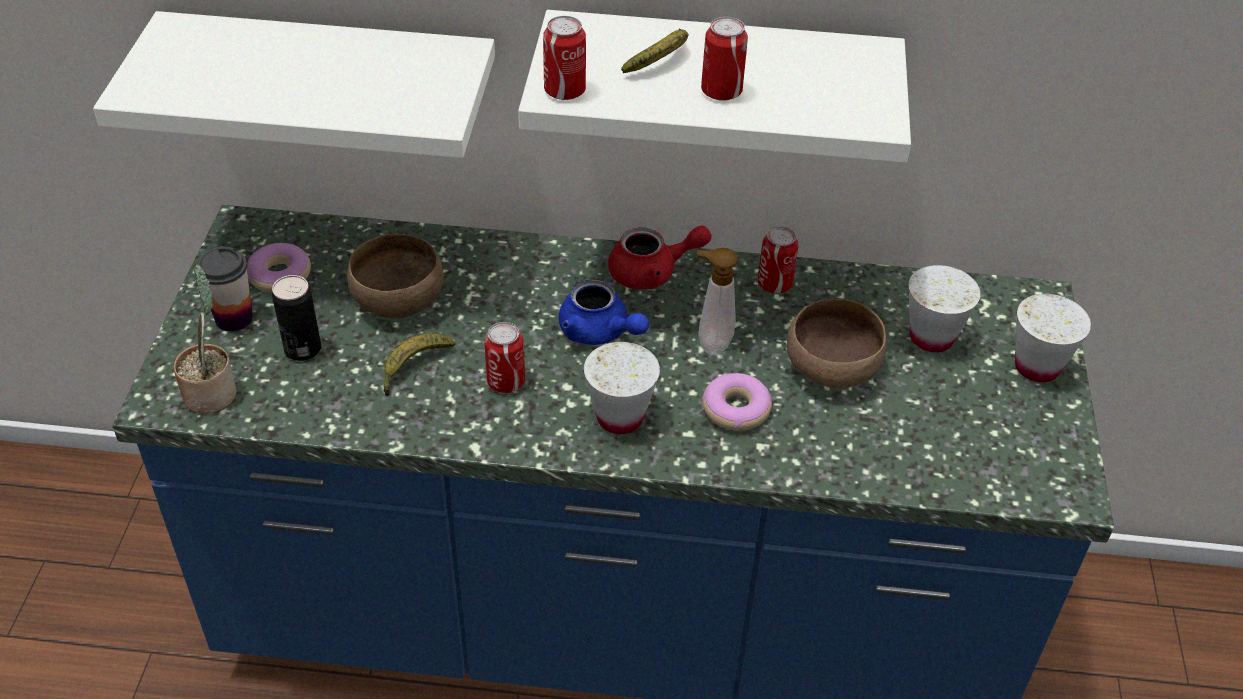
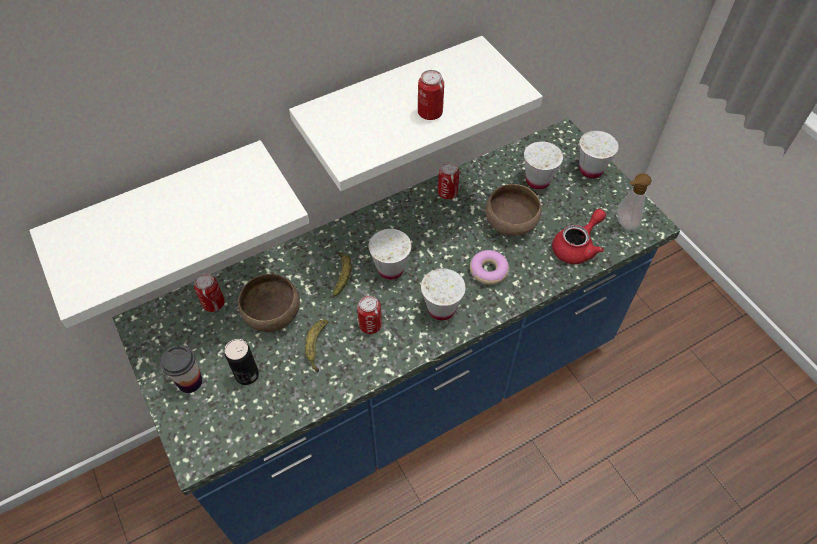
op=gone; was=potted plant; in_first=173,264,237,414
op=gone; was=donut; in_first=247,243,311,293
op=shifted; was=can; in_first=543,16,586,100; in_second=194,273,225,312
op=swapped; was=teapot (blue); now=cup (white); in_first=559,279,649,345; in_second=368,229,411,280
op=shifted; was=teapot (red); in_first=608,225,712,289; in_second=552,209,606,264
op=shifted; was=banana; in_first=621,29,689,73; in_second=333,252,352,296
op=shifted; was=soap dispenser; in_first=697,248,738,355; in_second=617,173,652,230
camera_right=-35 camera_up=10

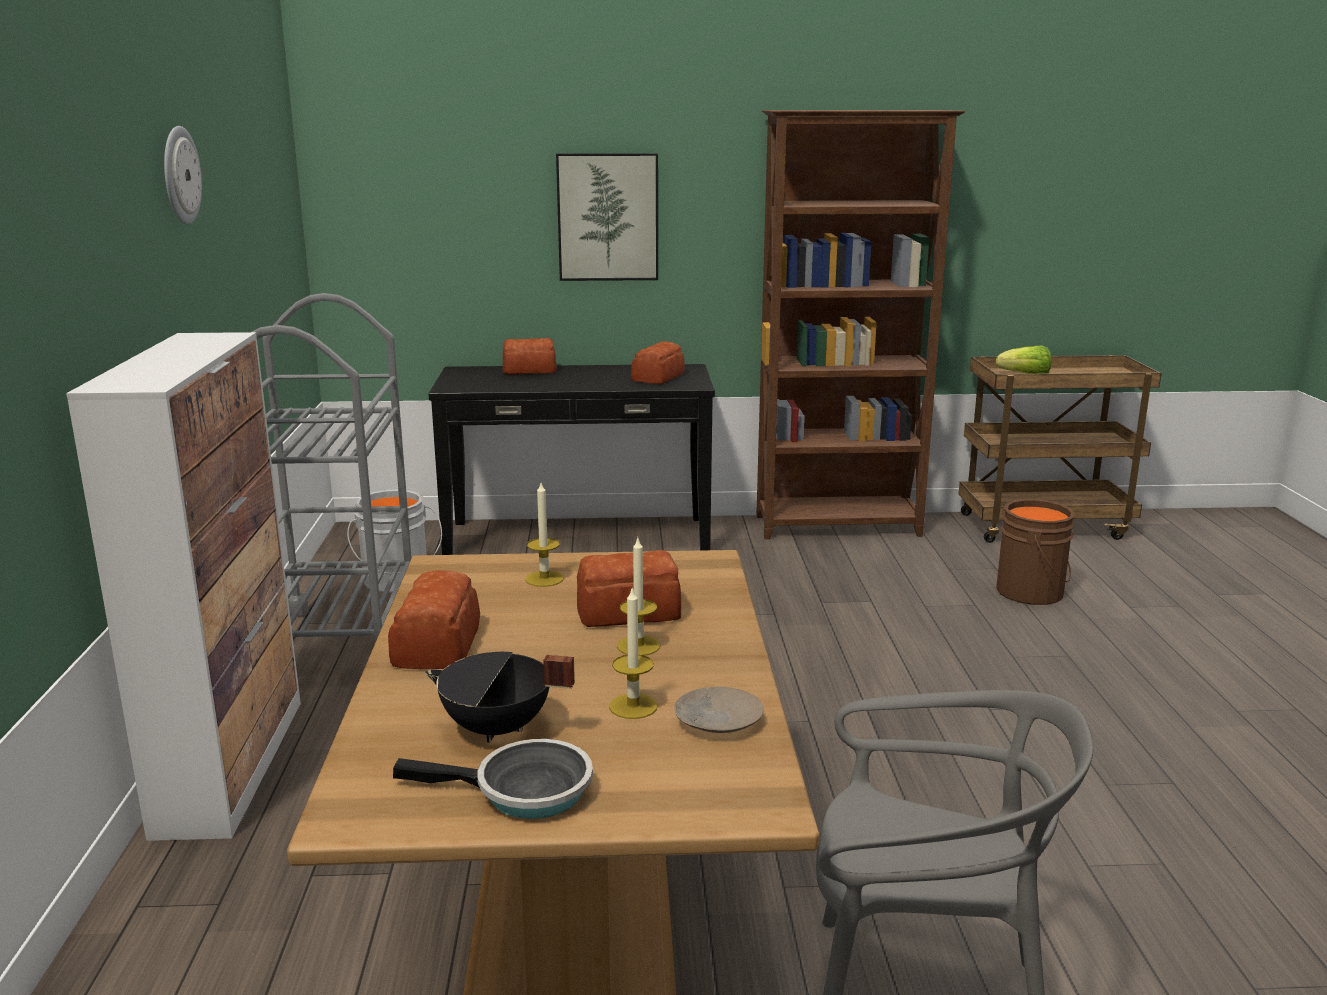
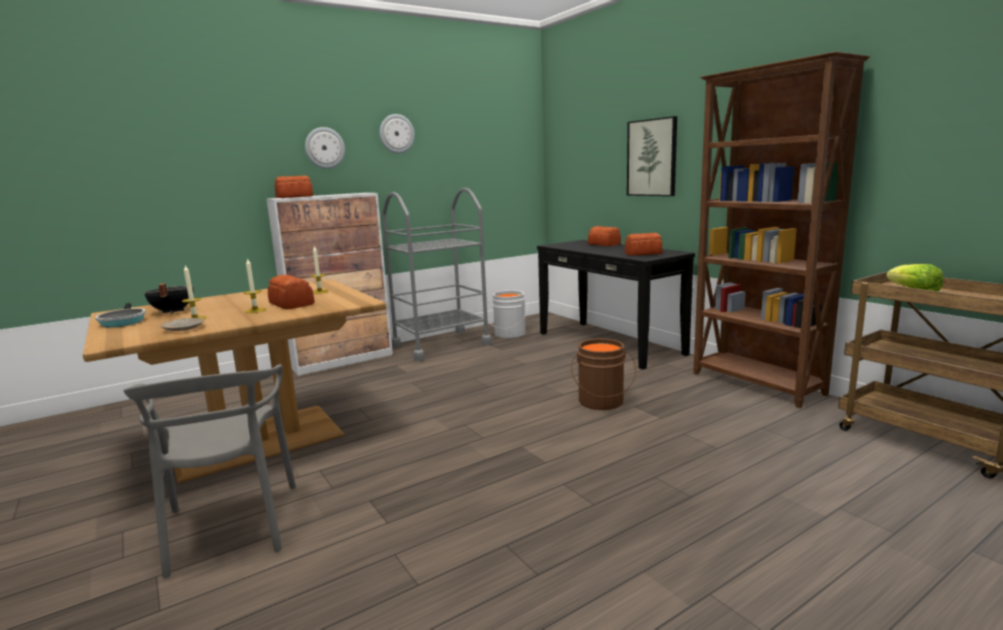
op=shifted; was=bread; in_first=388,570,480,669; in_second=274,175,313,198
op=shifted; was=bucket (brown); in_first=996,499,1075,605; in_second=571,338,636,410
op=new; now=wall clock; in_second=305,127,345,169
camera_right=60 camera_up=-5

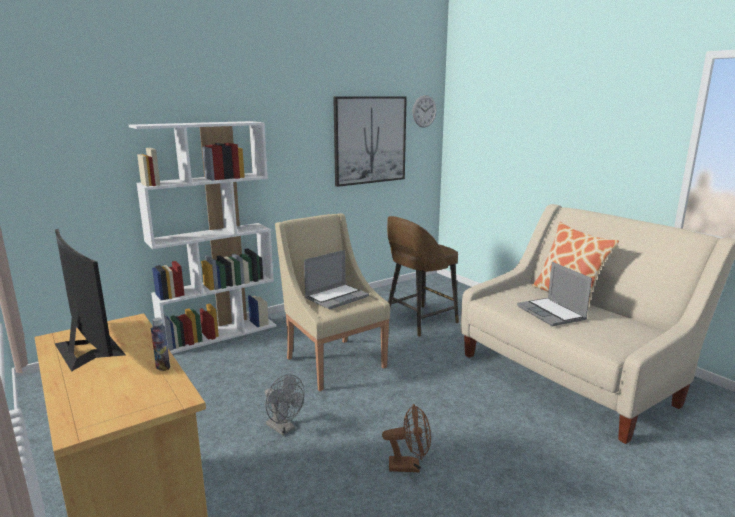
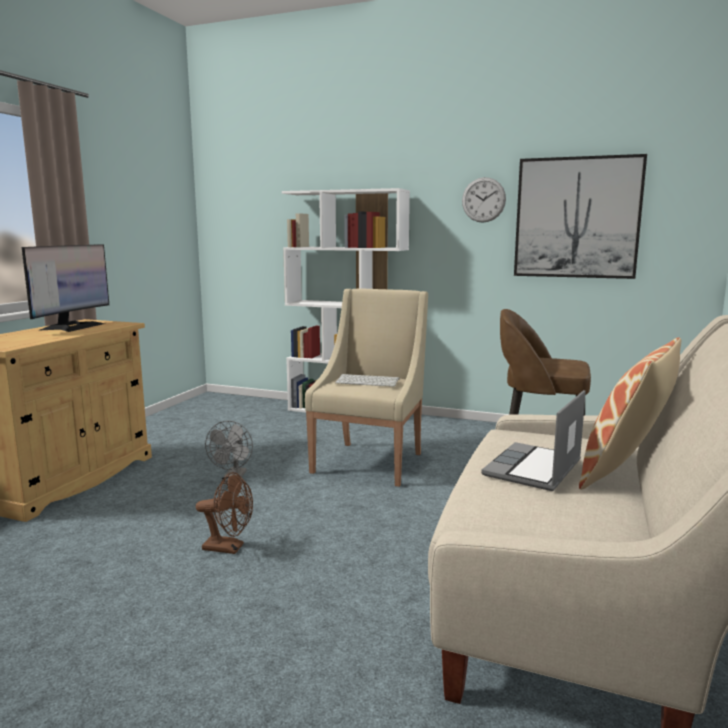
op=gone; was=bottle; in_first=151,318,170,371
op=swapped; was=laptop; now=keyboard; in_first=304,250,369,310; in_second=335,374,400,387
op=rotated; was=fan (brown); in_first=382,404,431,472; in_second=196,472,253,554; clockwise=-45
op=shifted; was=wall clock; in_first=413,95,437,128; in_second=462,177,506,223
camera_right=55 camera_up=-5

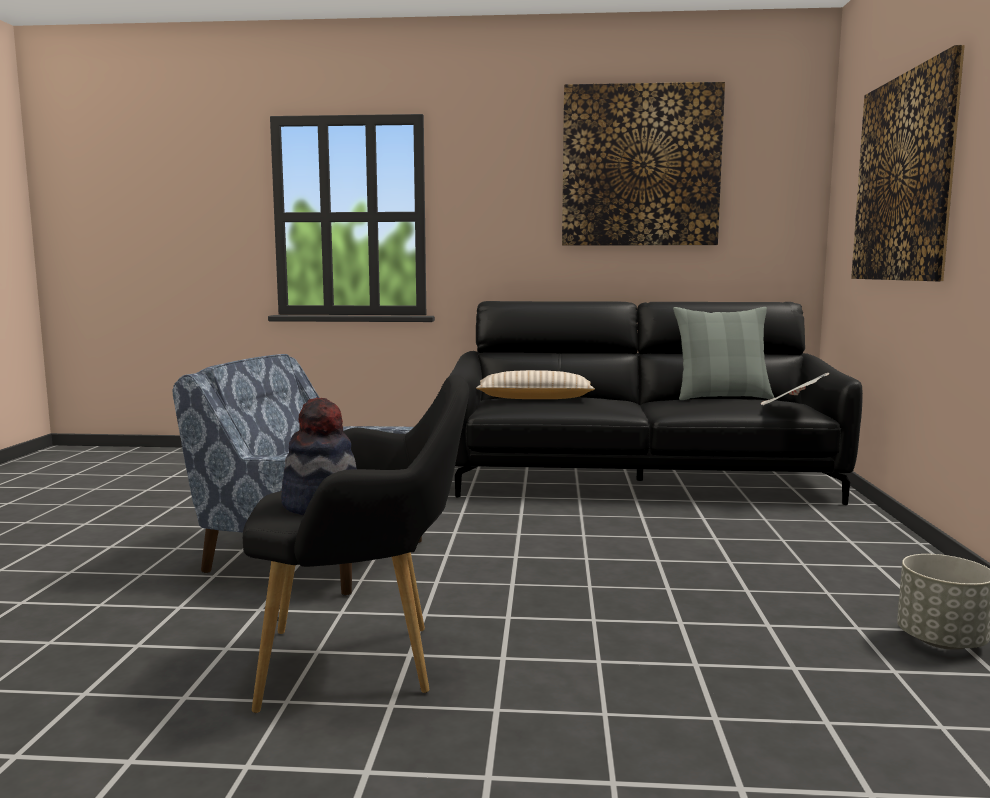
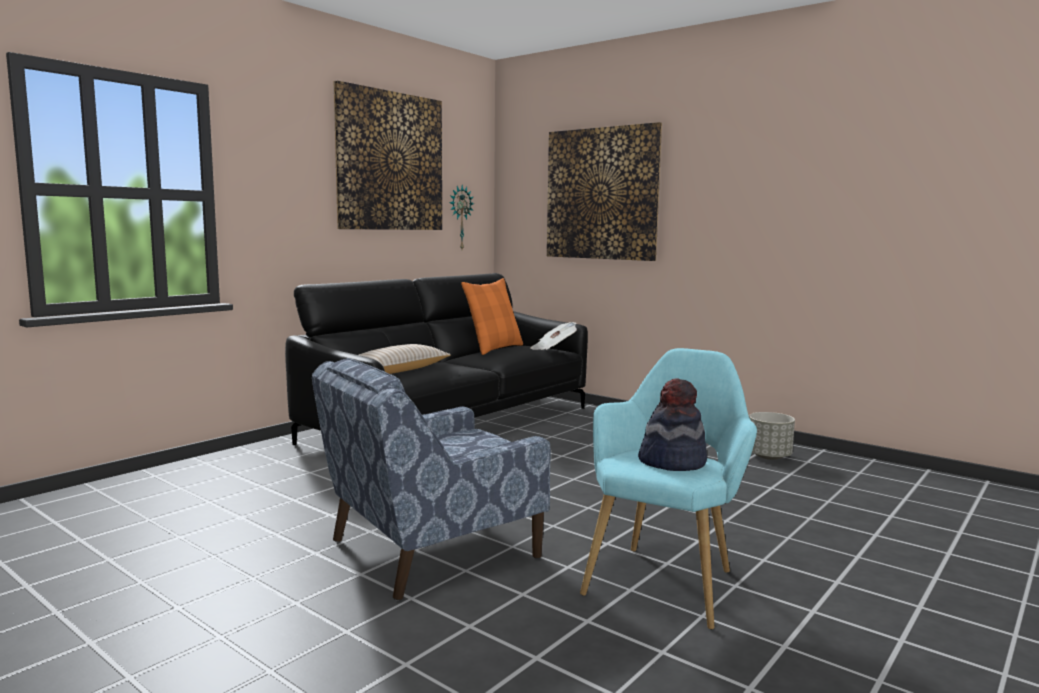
op=repainted; was=armchair (black); now=armchair (turquoise); in_first=243,374,469,713; in_second=580,348,757,630
op=repainted; was=pillow (grey); now=pillow (orange); in_first=673,307,774,400; in_second=461,278,523,355
op=new; now=wall clock; in_second=449,185,474,249
camera_right=-55 camera_up=0

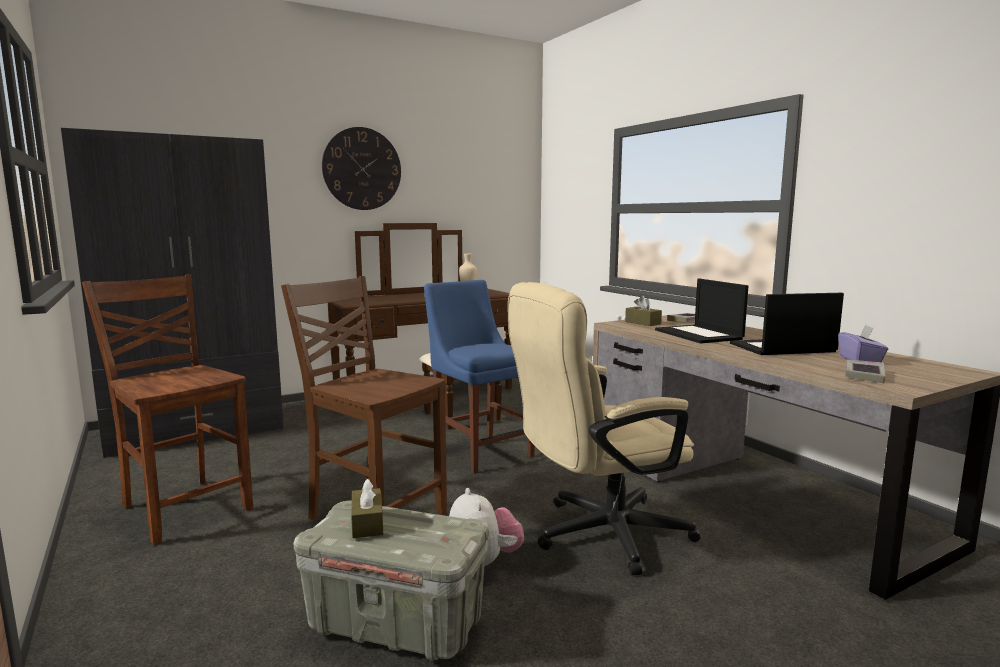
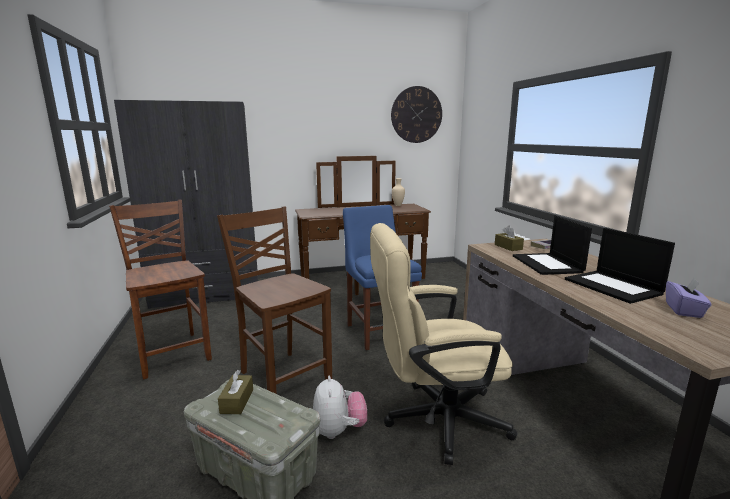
op=shifted; was=wall clock; in_first=322,127,401,210; in_second=391,86,442,143
op=rotated; was=laptop; in_first=730,293,844,355; in_second=565,228,675,304; clockwise=-120
op=gone; was=book; in_first=845,360,886,383
camera_right=15 camera_up=5

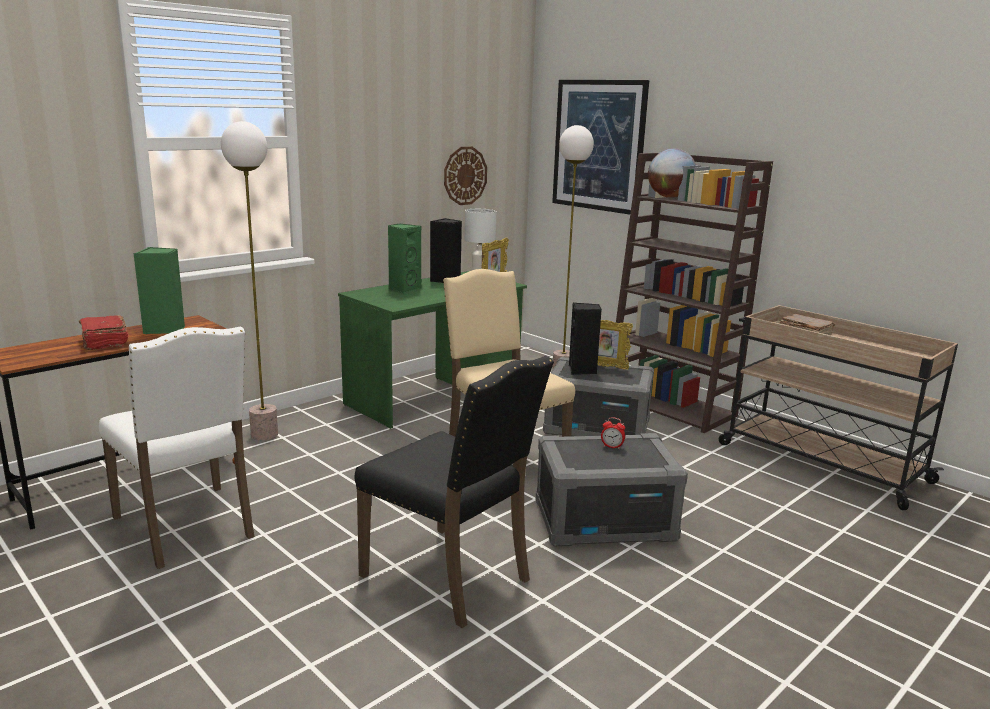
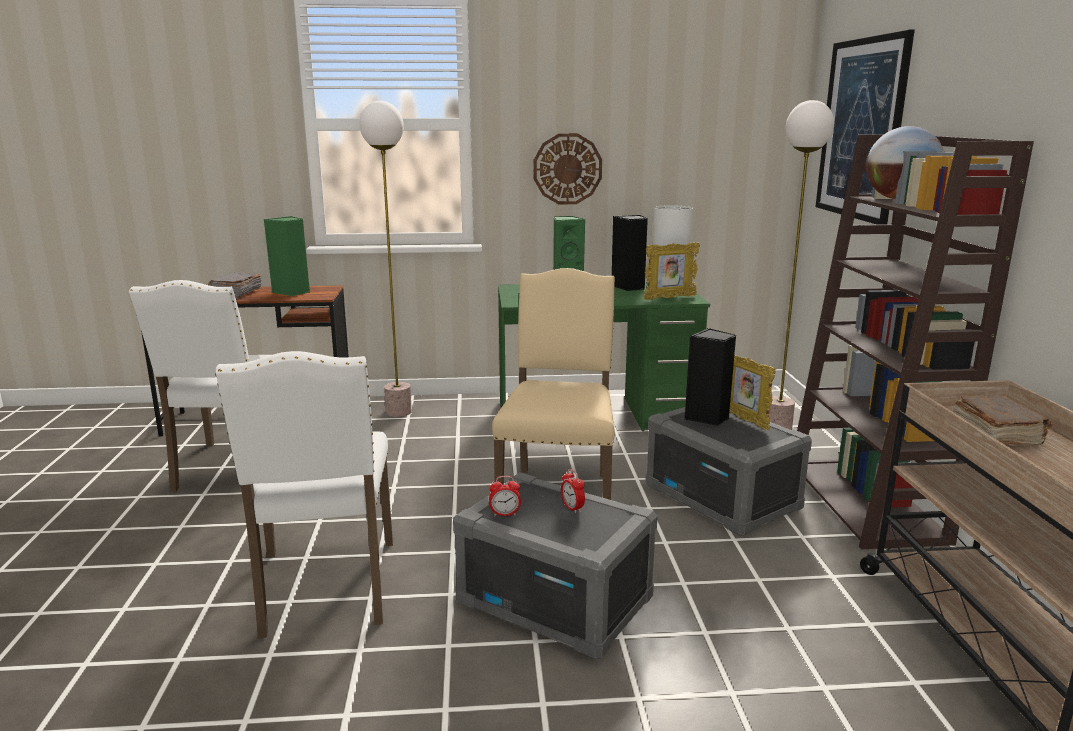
op=repainted; was=book (red); now=book (grey); in_first=79,315,128,350; in_second=208,272,261,299
op=repainted; was=chair (black); now=chair (white); in_first=355,356,554,628; in_second=215,351,393,638
op=shifted; was=wall clock; in_first=444,147,487,205; in_second=533,133,602,204
op=new; now=alarm clock; in_second=489,476,521,517
camera_right=40 camera_up=0

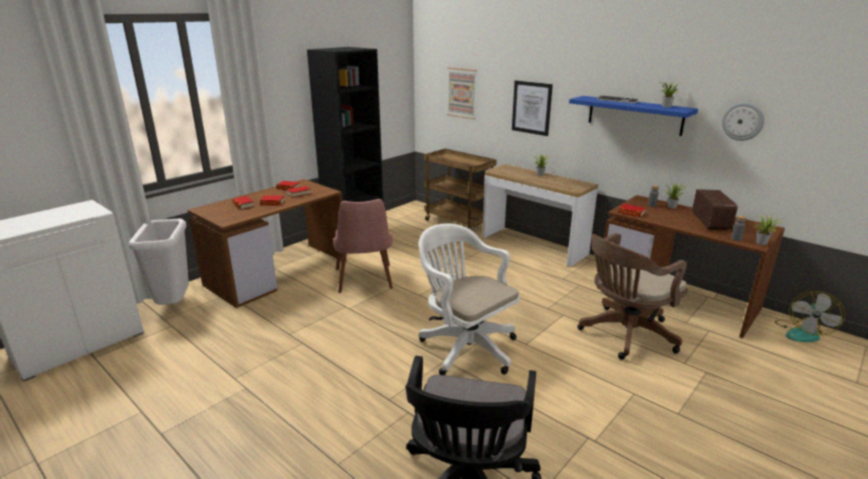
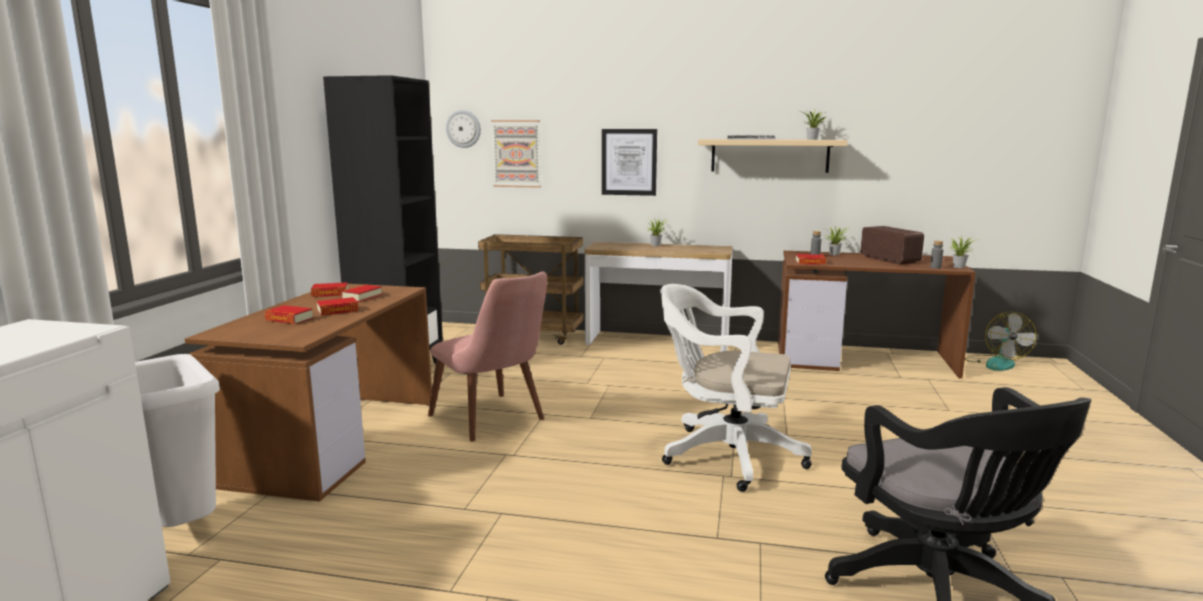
op=repainted; was=shelf (blue); now=shelf (beige); in_first=569,96,698,136; in_second=698,139,848,173
op=gone; was=office chair (brown); in_first=577,233,688,360
op=shifted; was=wall clock; in_first=722,102,764,141; in_second=446,110,481,148
camera_right=-30 camera_up=-10

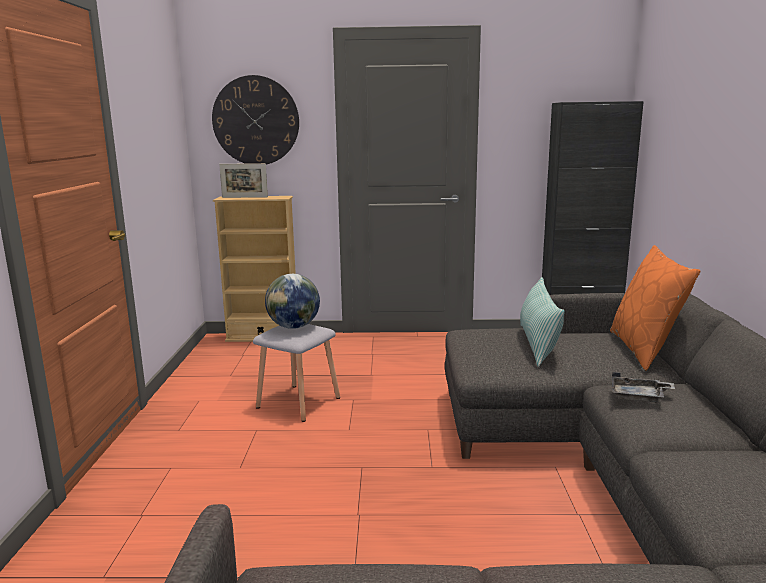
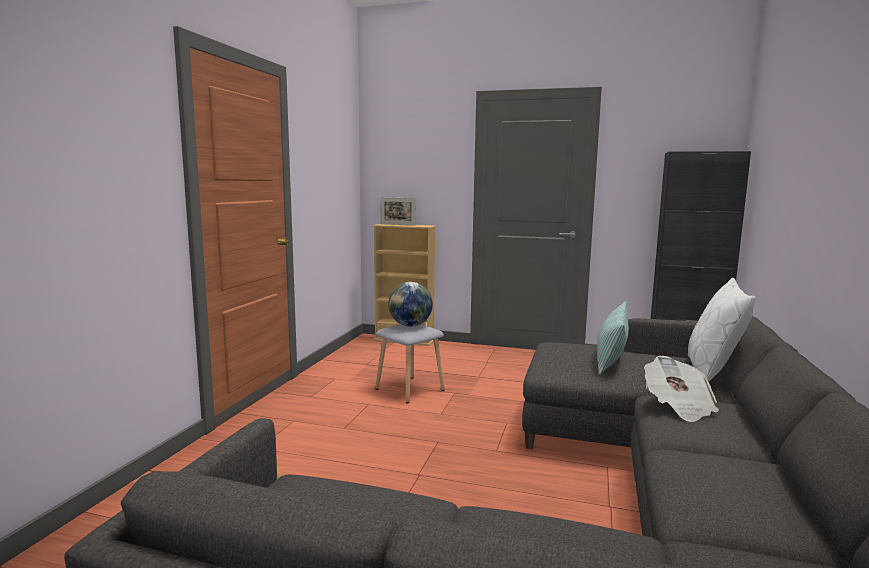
op=gone; was=wall clock; in_first=212,75,299,165
op=repainted; was=pillow (orange); now=pillow (white); in_first=610,245,701,371; in_second=688,278,756,382
op=swapped; was=tray (grey); now=newspaper; in_first=612,372,675,403; in_second=644,356,719,422
camera_right=15 camera_up=-5

